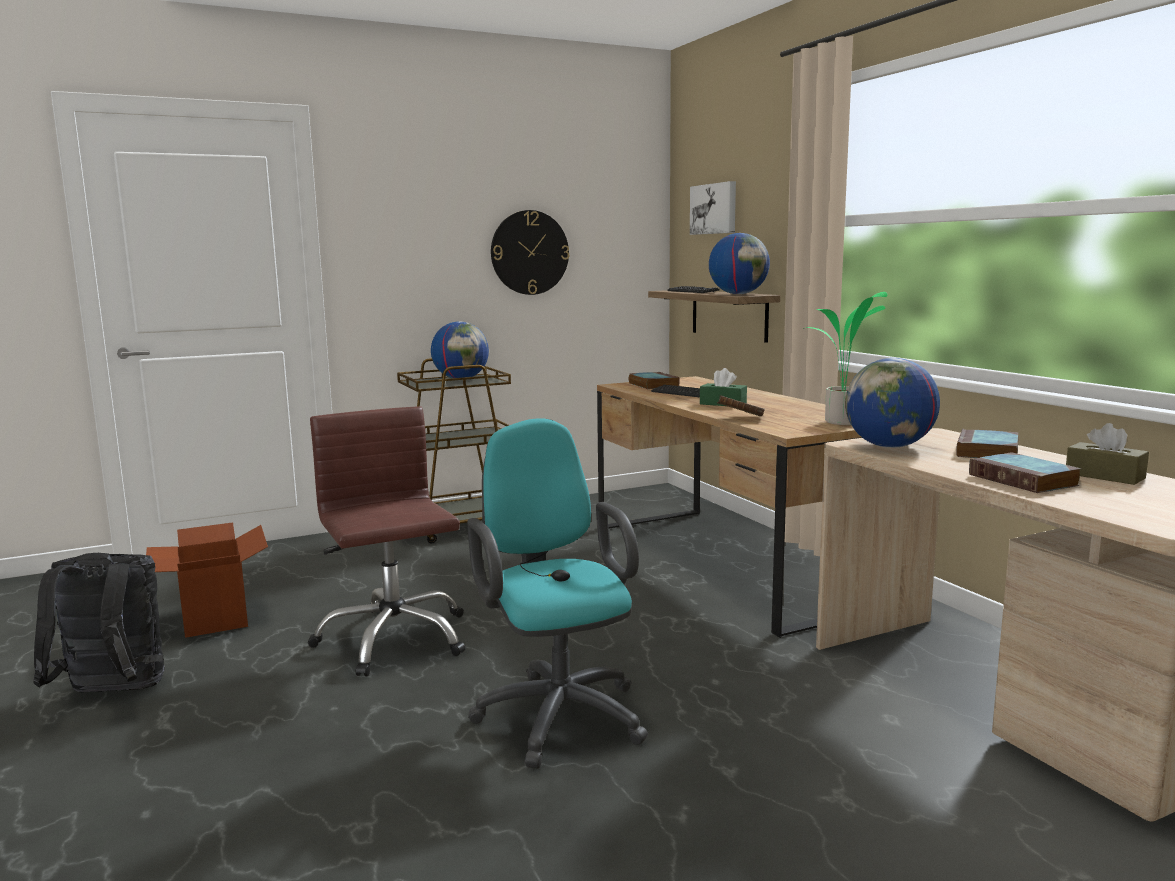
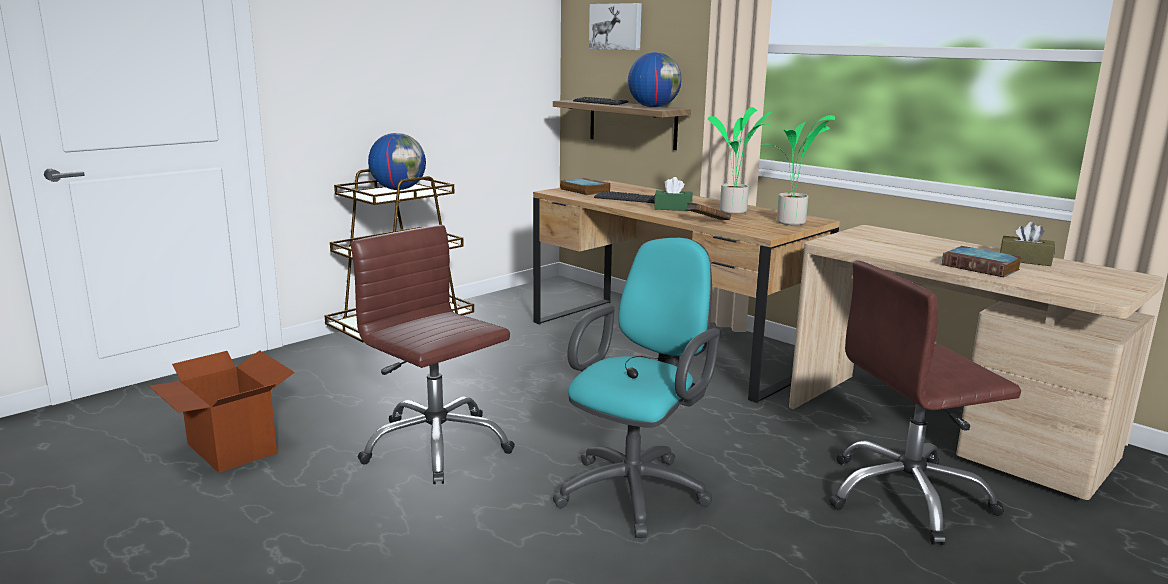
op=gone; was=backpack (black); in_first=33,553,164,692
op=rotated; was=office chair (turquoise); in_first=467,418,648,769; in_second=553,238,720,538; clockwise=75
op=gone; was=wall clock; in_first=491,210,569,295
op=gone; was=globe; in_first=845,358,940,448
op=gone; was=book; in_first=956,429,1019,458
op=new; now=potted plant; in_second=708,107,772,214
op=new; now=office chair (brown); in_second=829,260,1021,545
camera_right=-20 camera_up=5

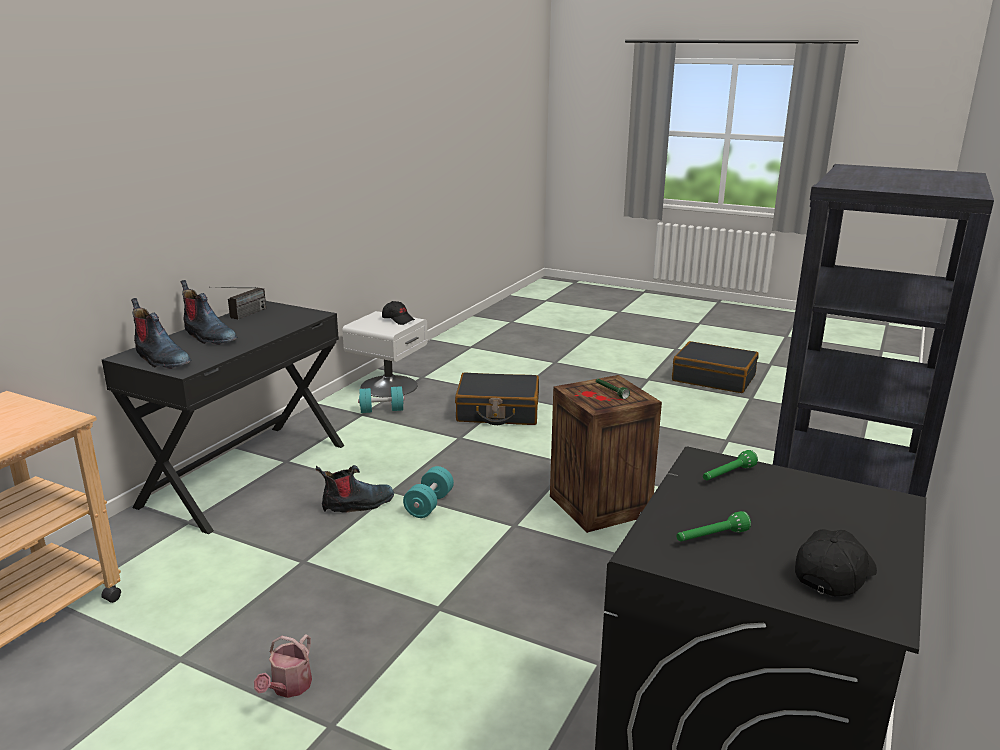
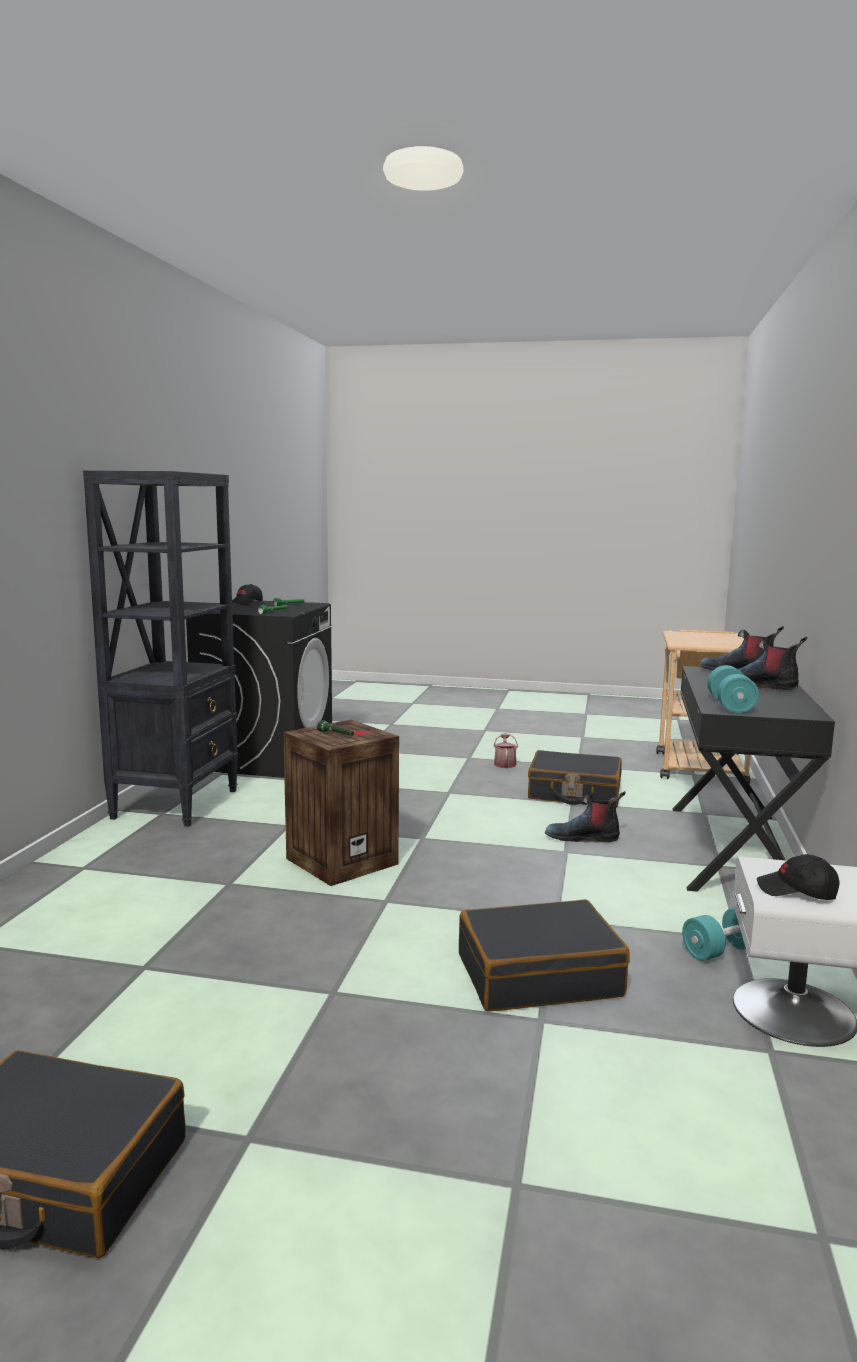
op=gone; was=radio; in_first=209,287,266,319
op=rotated; was=boot; in_first=316,465,394,513; in_second=545,791,626,842; clockwise=45
op=shifted; was=dumbbell (turquoise); in_first=403,466,454,518; in_second=707,665,759,713
op=new; now=suitcase (black); in_second=528,750,621,807
camera_right=165 camera_up=-10

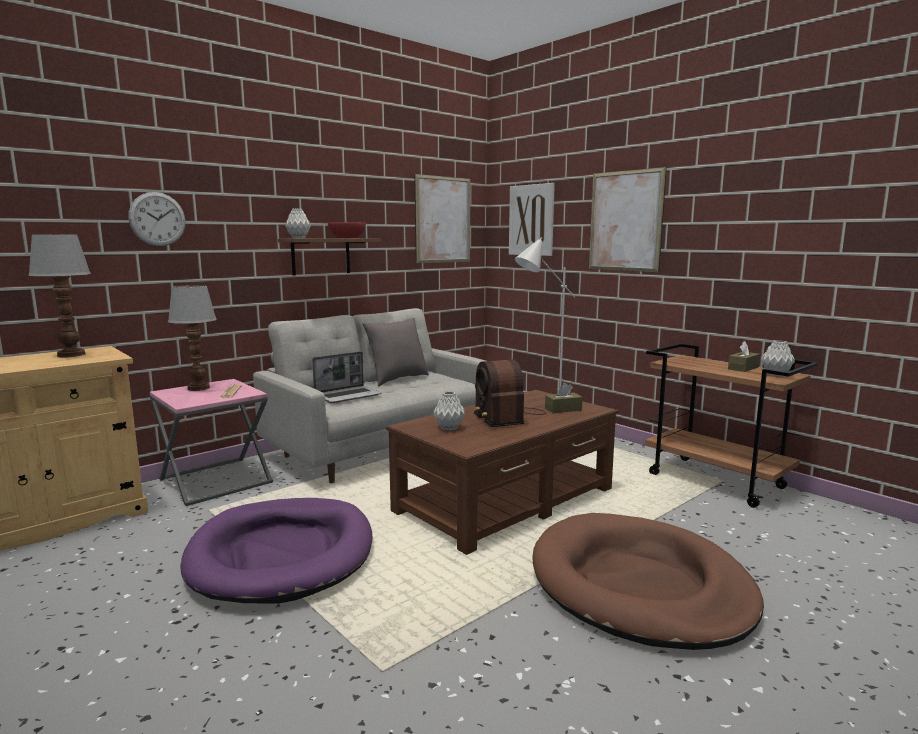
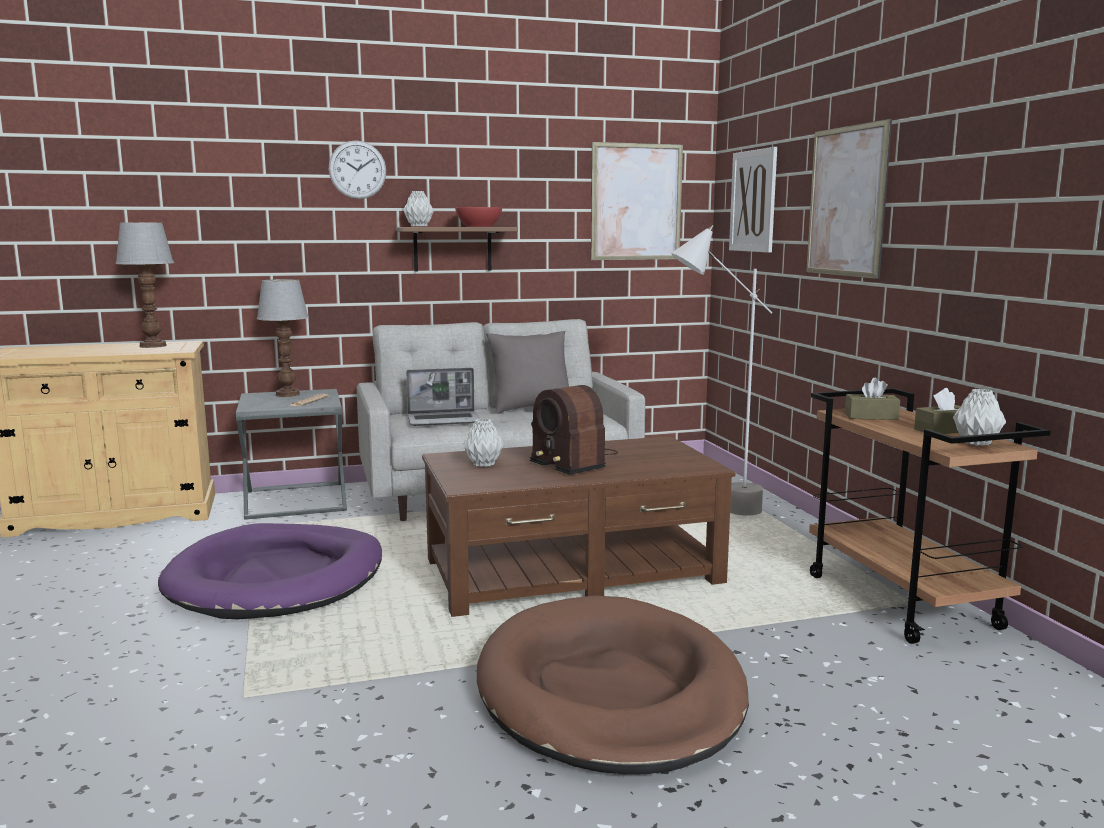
op=shifted; was=wall clock; in_first=128,192,185,246; in_second=329,140,386,199
op=repainted; was=side table (pink); now=side table (grey); in_first=150,379,273,506; in_second=236,389,347,520
op=rotated; was=radio; in_first=474,359,546,427; in_second=530,385,618,475; clockwise=-45
op=shifted; was=tissue box (brown); in_first=545,383,583,413; in_second=845,378,900,420
camera_right=25 camera_up=0

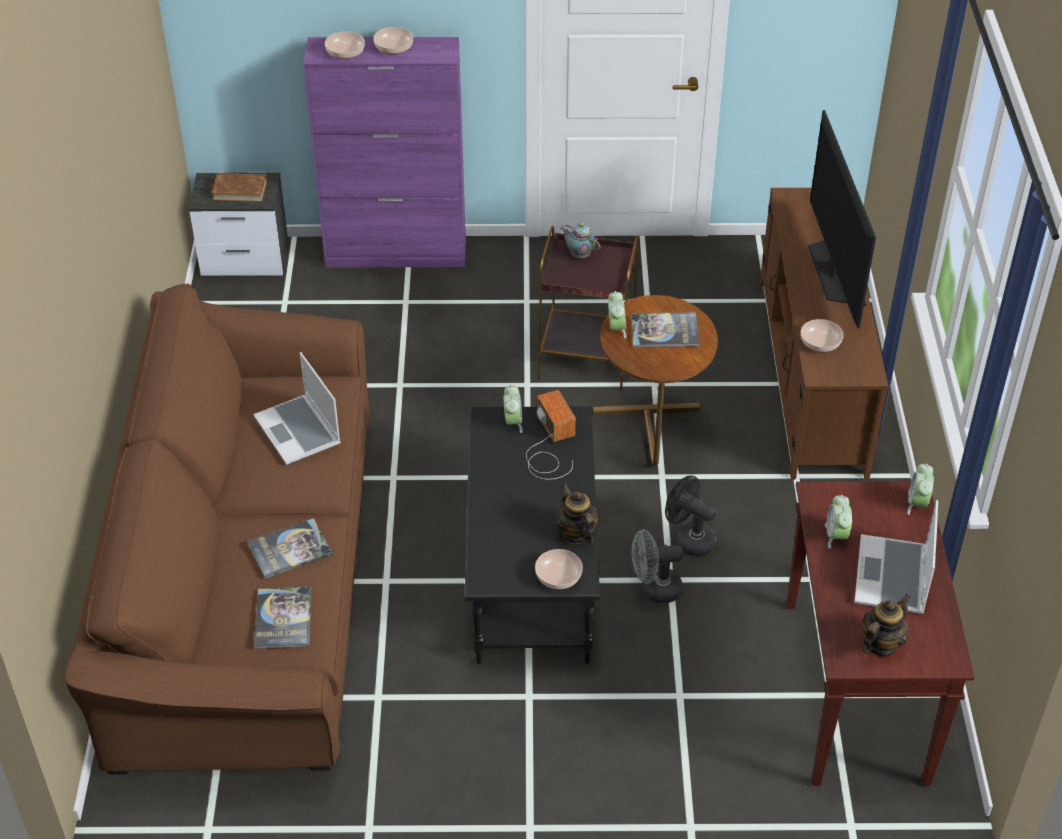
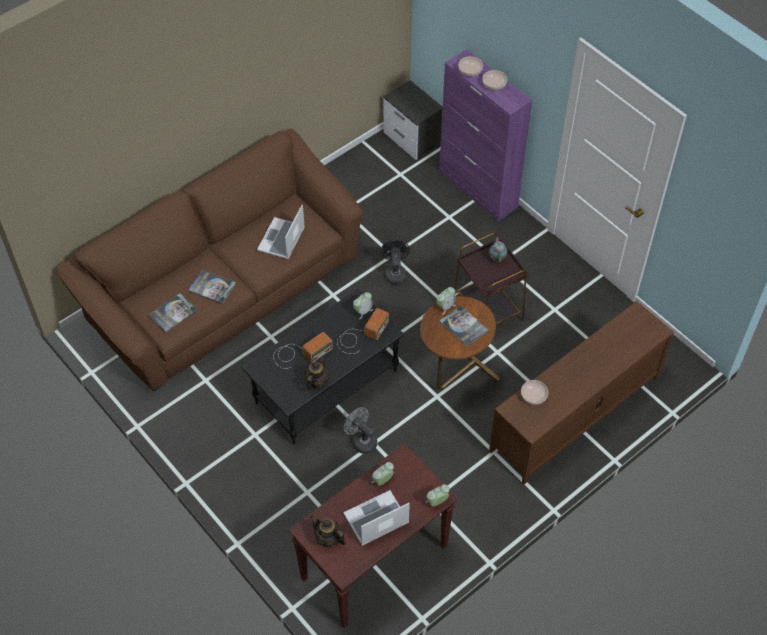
op=gone; was=book (brown); in_first=208,173,267,202
op=gone; was=bowl; in_first=535,549,583,589
op=shifted; was=fan (black); in_first=665,475,717,557; in_second=381,240,410,284
op=gone; was=television; in_first=808,110,876,328
op=rotated; was=teapot; in_first=862,594,910,656; in_second=310,516,346,548; clockwise=-150
op=new; now=radio; in_second=273,332,333,369
camera_right=50 camera_up=10

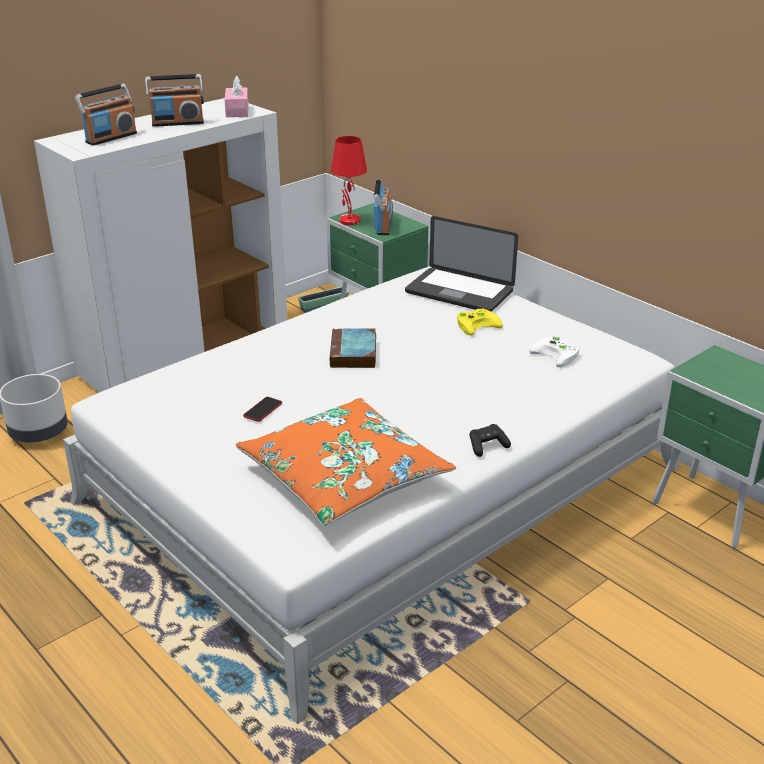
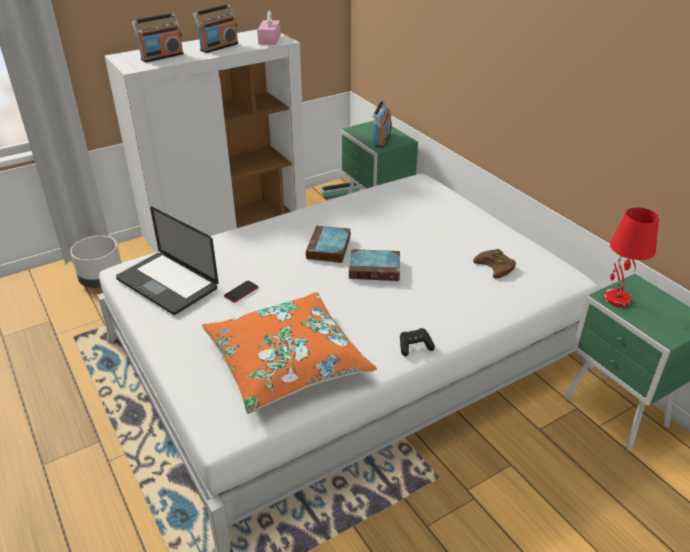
op=rotated; was=radio; in_first=145,74,204,127; in_second=193,5,238,53; clockwise=-45
op=shifted; was=table lamp (red); in_first=331,136,367,225; in_second=604,207,659,307
op=shifted; was=laptop; in_first=405,216,518,312; in_second=116,207,219,315
op=gone; was=game controller (yellow); in_first=457,308,503,336
op=repainted; was=game controller (white); now=game controller (brown); in_first=529,335,580,367; in_second=473,249,516,278
op=new; now=book; in_second=349,249,400,281
camera_right=10 camera_up=5

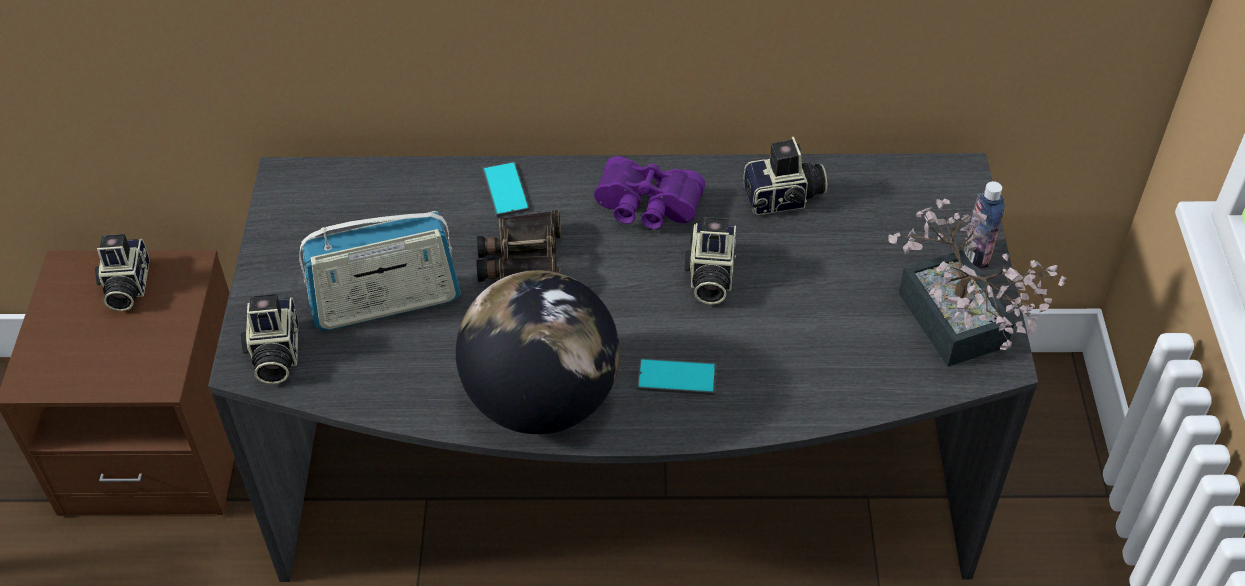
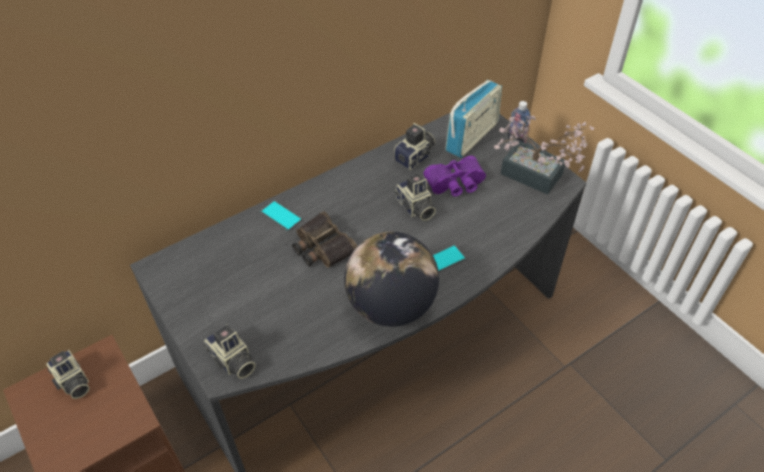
op=shifted; was=radio; in_first=300,211,461,331; in_second=445,80,502,158
op=shifted; was=binoculars (purple); in_first=594,156,705,229; in_second=424,156,486,197
camera_right=-35 camera_up=0

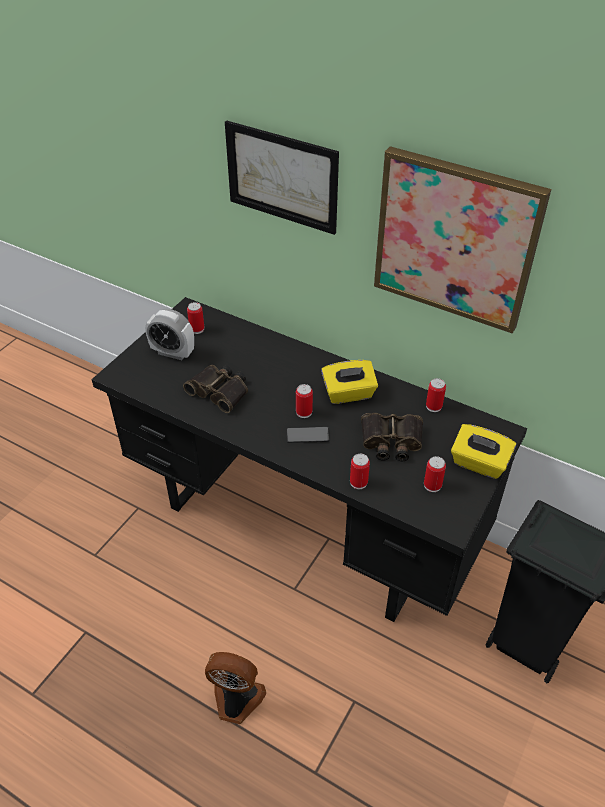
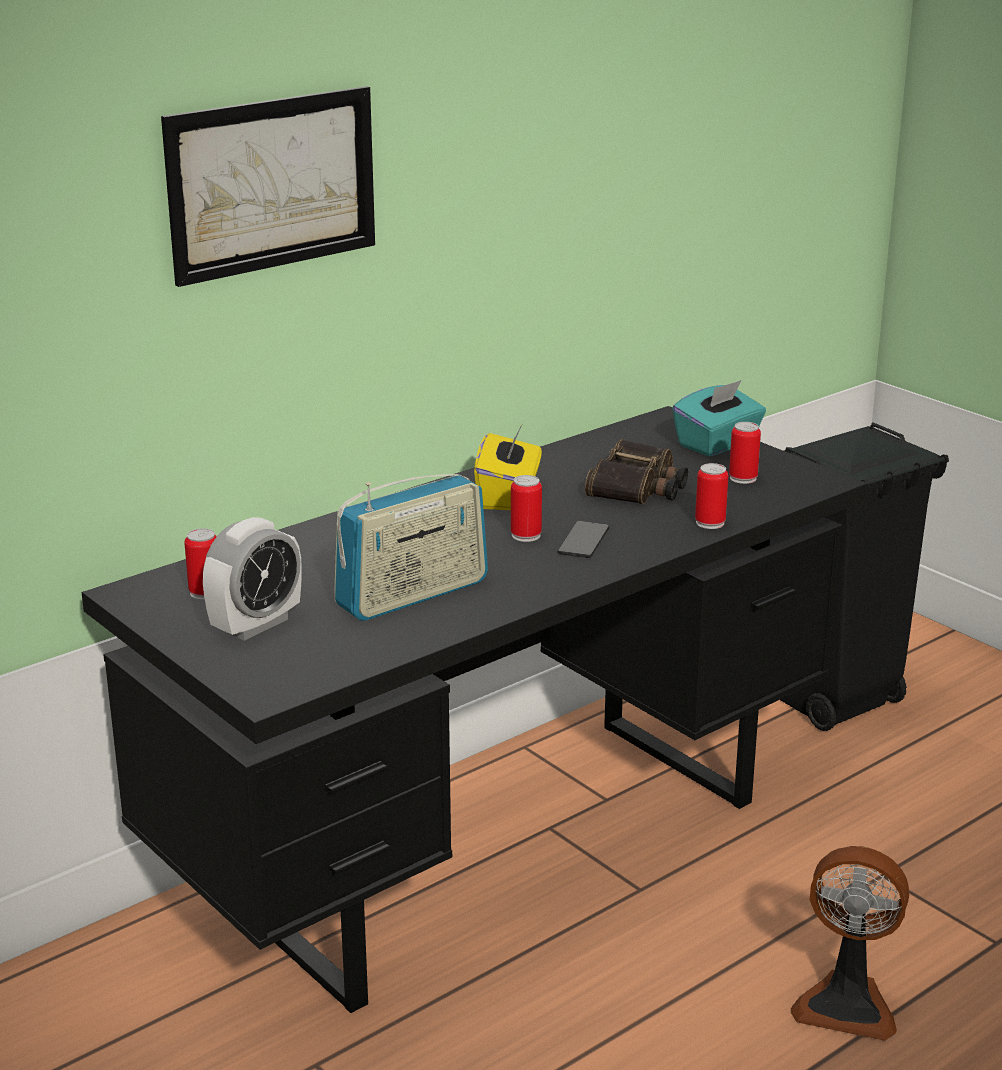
op=swapped; was=binoculars; now=radio; in_first=183,365,248,413; in_second=334,474,488,621
op=rotated; was=fan; in_first=205,652,266,724; in_second=791,846,909,1041; clockwise=-105
op=gone; was=picture; in_first=374,146,551,334
op=gone; was=can; in_first=426,378,446,412
op=repainted; was=tissue box (yellow); now=tissue box (turquoise); in_first=451,424,516,479; in_second=672,380,766,457
camera_right=-70 camera_up=-20

